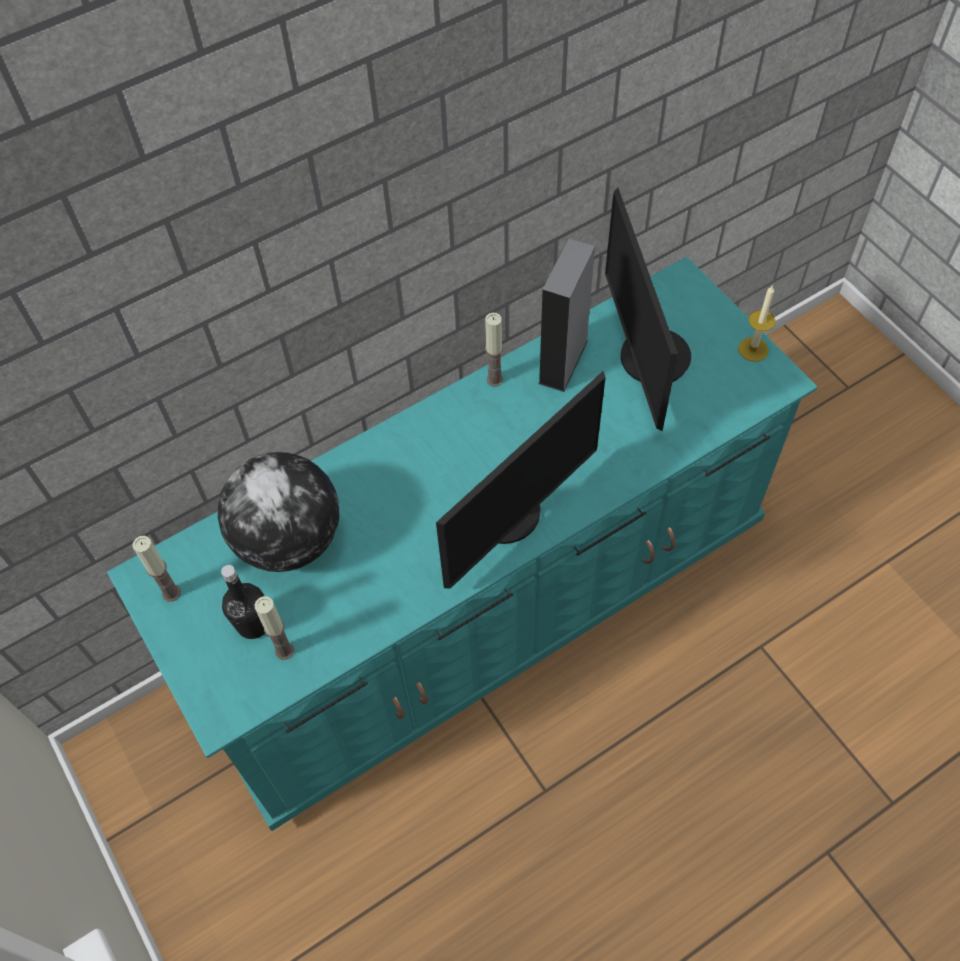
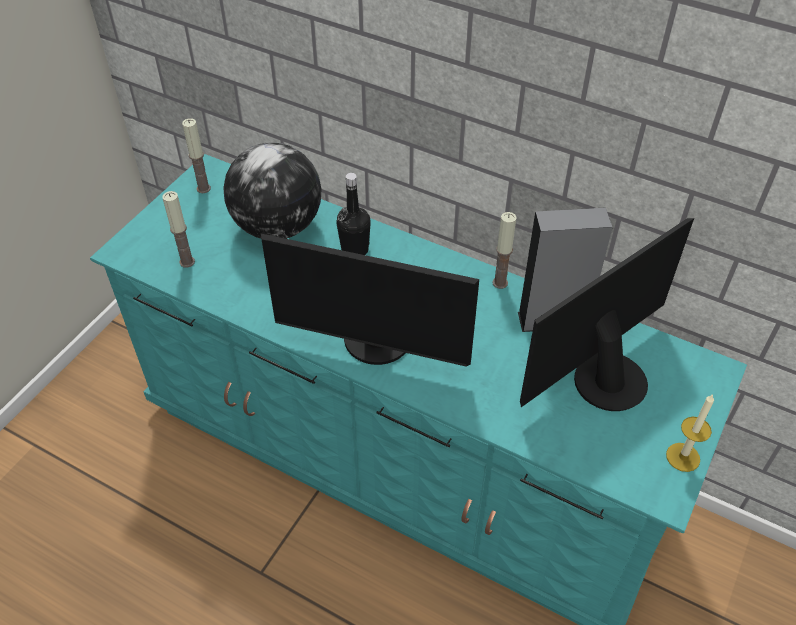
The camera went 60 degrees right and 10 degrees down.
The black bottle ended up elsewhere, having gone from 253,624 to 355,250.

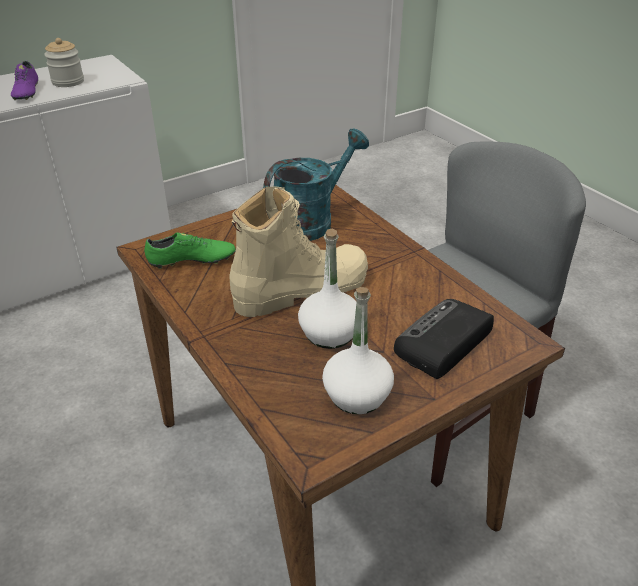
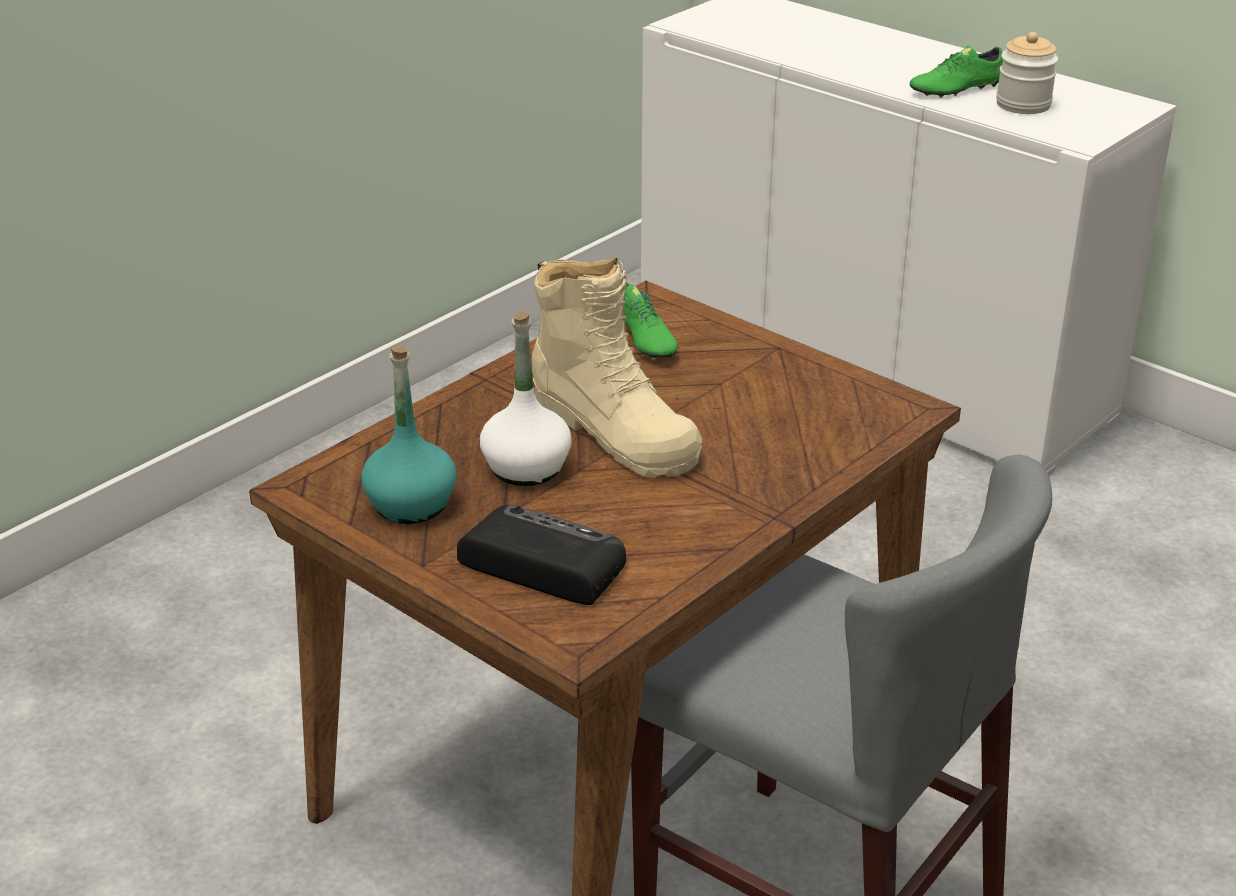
The camera went 75 degrees right and 5 degrees down.
What was the purple shoe at 26,92 turned into the green shoe at 955,89.
The second view lost the turquoise watering can at 311,221.
What was the white bottle at 356,395 turned into the turquoise bottle at 411,504.

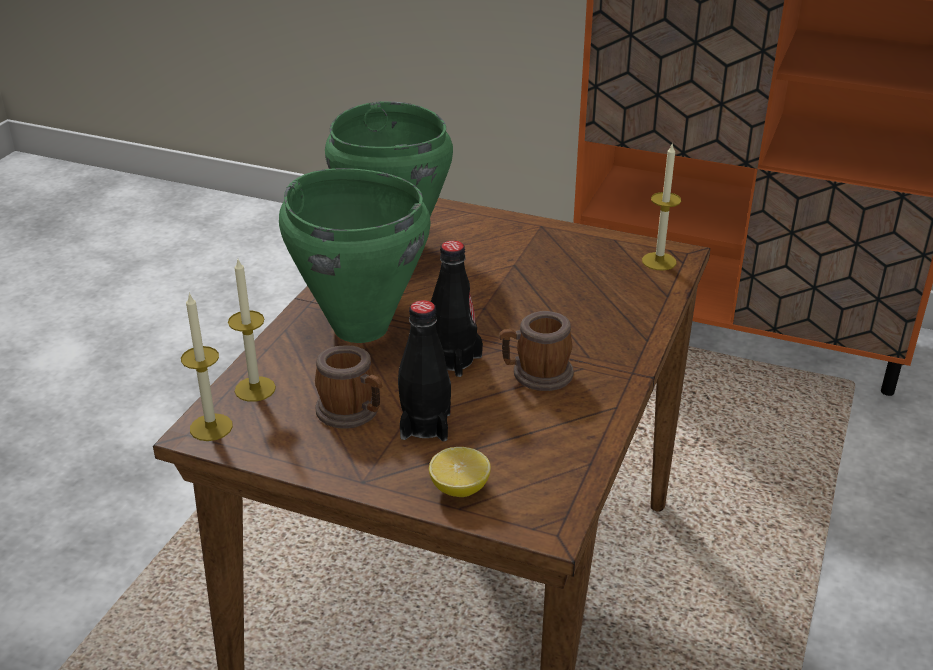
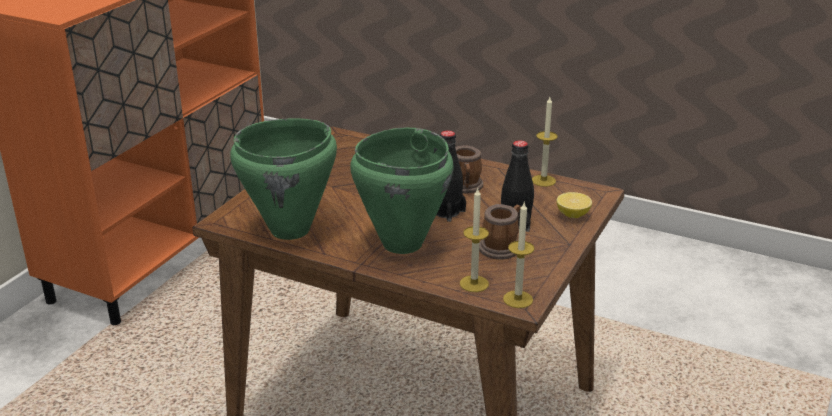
The camera went 85 degrees left and 5 degrees down.
The candle ended up elsewhere, having gone from 659,261 to 543,180.

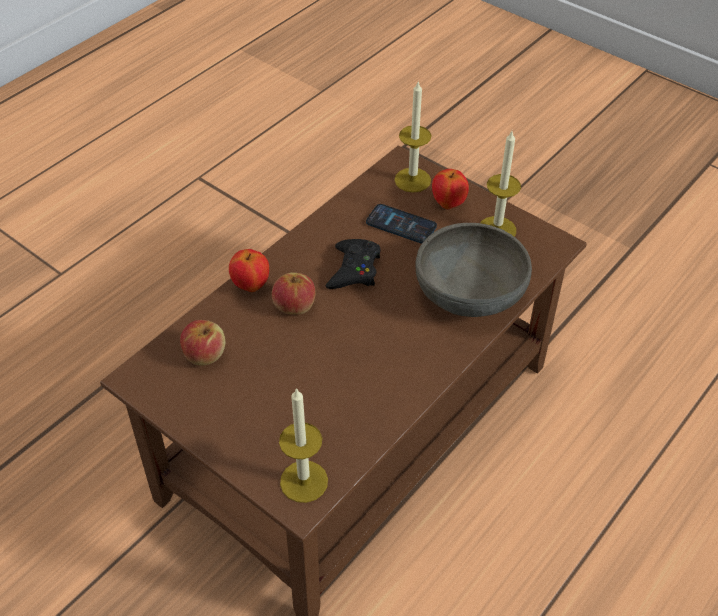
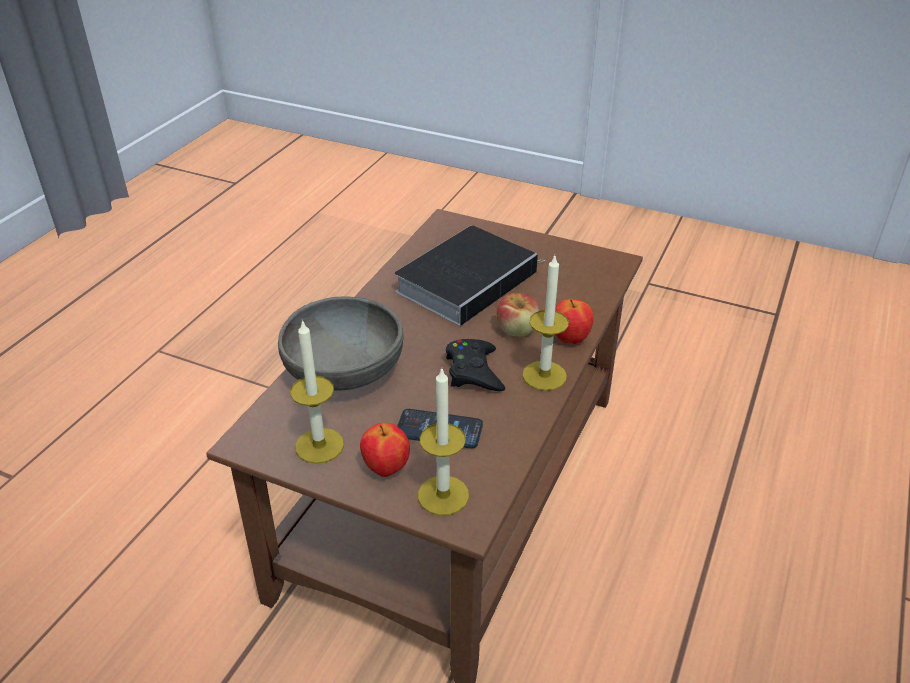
The camera went 165 degrees right and 10 degrees down.
The second view lost the apple at 205,354.
The candle ended up elsewhere, having gone from 304,481 to 544,375.
The second view gained the book at 468,279.

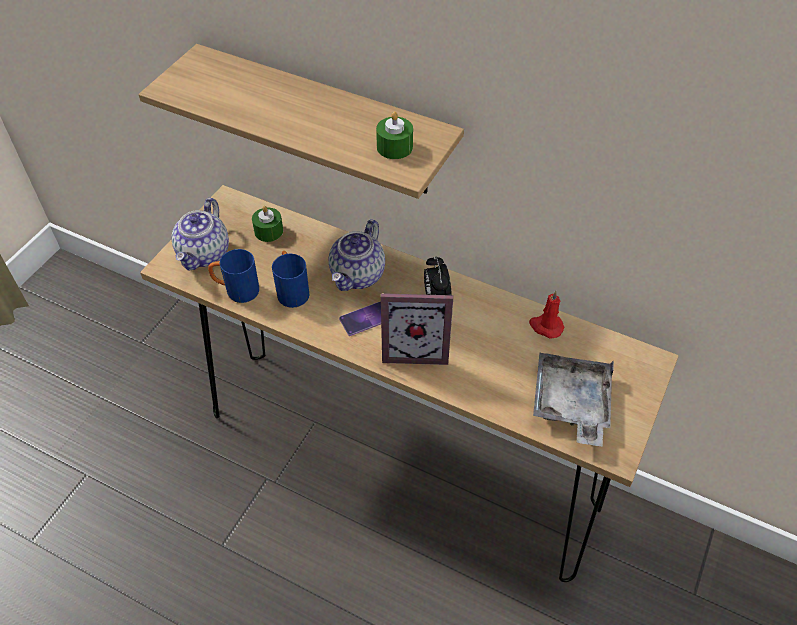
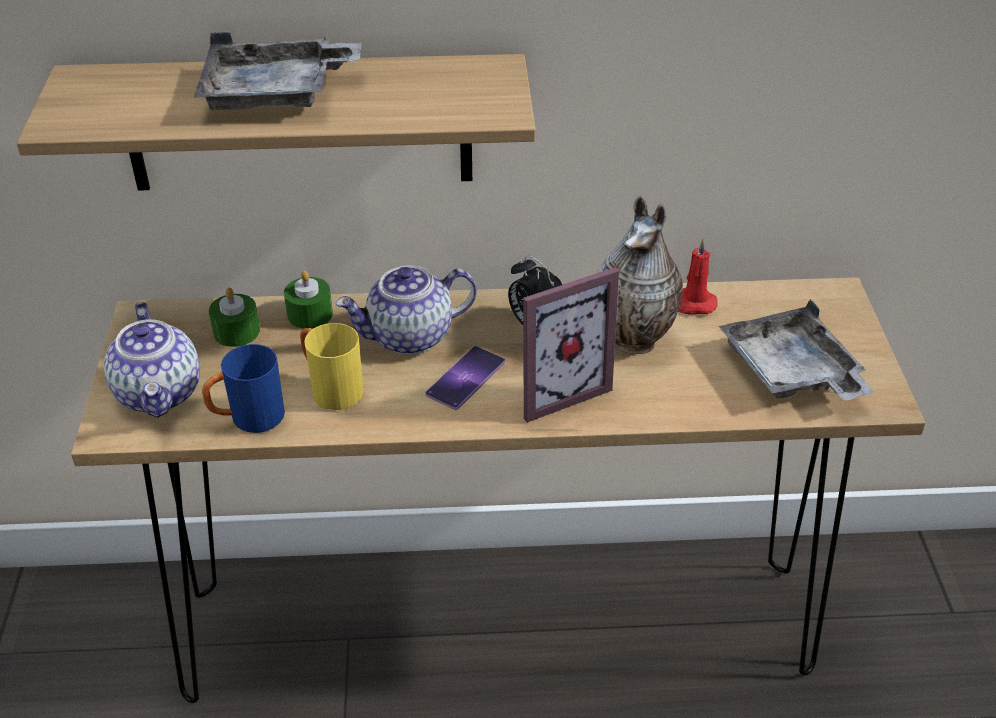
The camera went 30 degrees left and 10 degrees down.
The green candle ended up elsewhere, having gone from 394,147 to 310,314.
The teapot at 358,275 ended up facing another way, 75 degrees clockwise from before.
What was the blue mug at 291,290 turned into the yellow mug at 330,388.
The second view gained the grey tray at 276,94.
The second view gained the vase at 636,341.

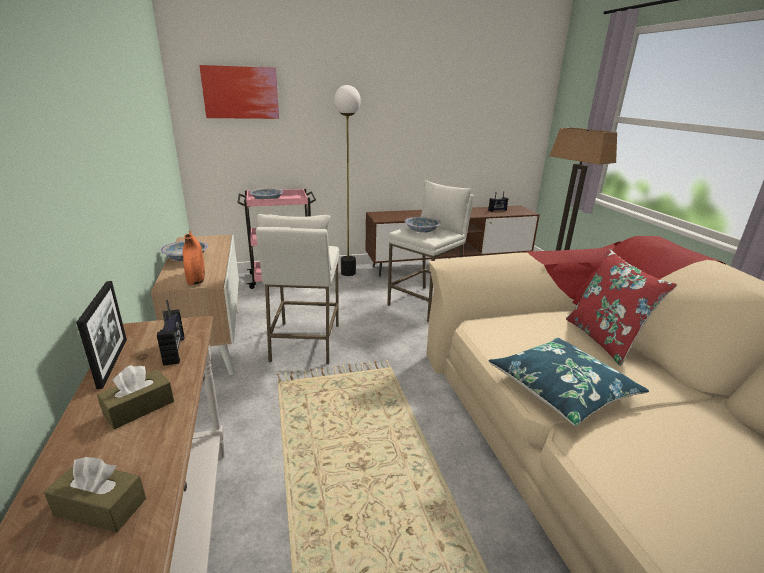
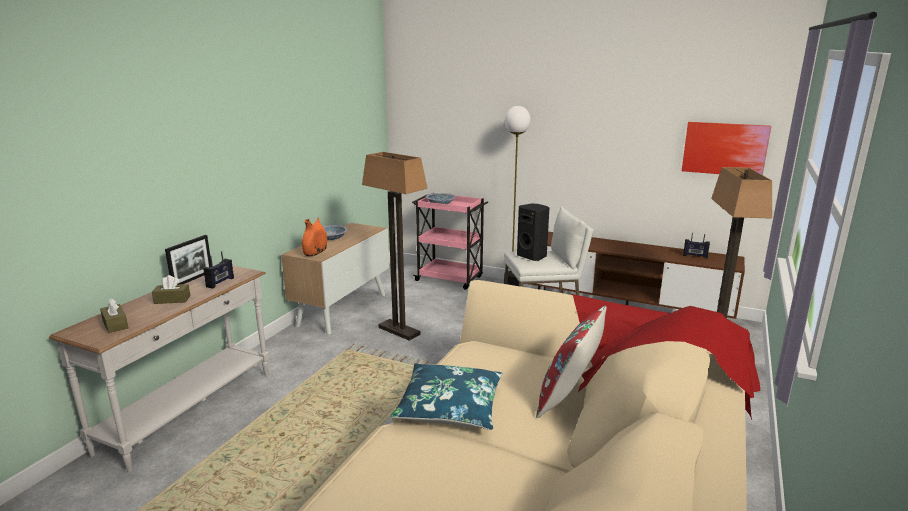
The camera went 40 degrees right and 5 degrees down.
The picture ended up elsewhere, having gone from 241,92 to 724,149.
Where the white stool stood at 305,342, the floor lamp came to stand at 398,331.
Where the bowl stood at 422,231, the black speaker came to stand at 532,256.

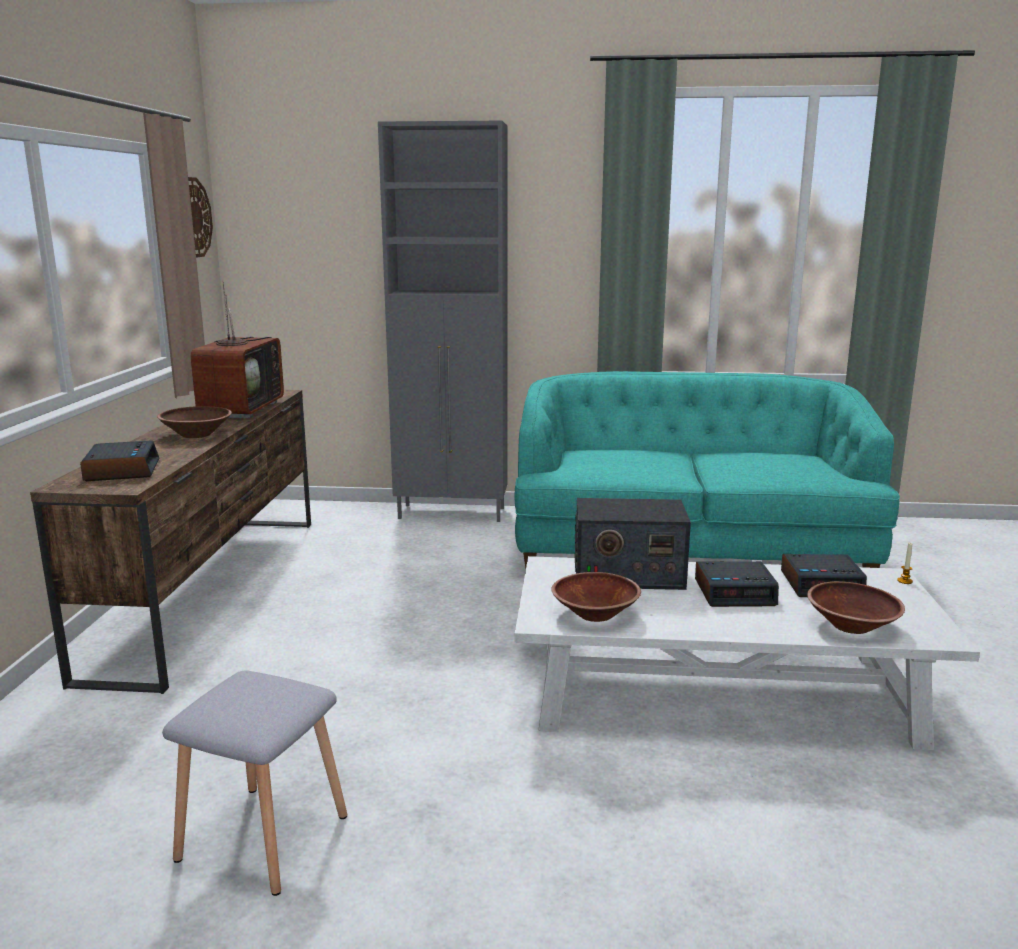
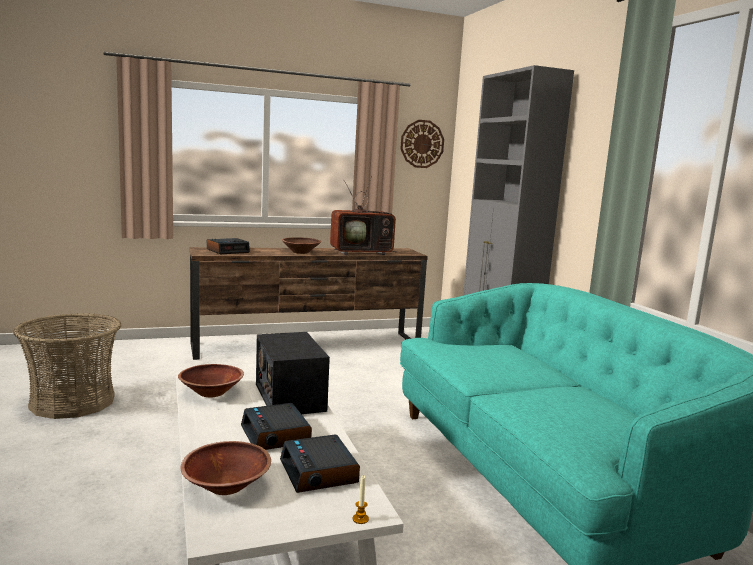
The camera went 65 degrees right and 5 degrees down.
Where the grey stool stood at 263,835, the basket came to stand at 73,402.

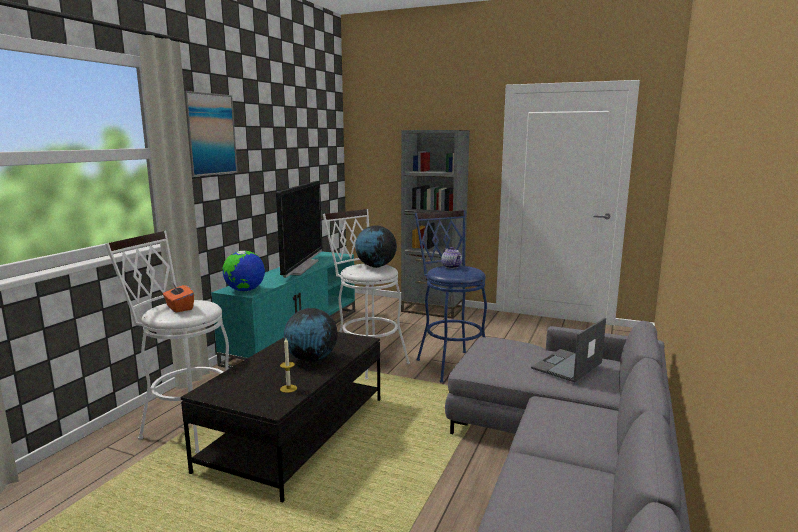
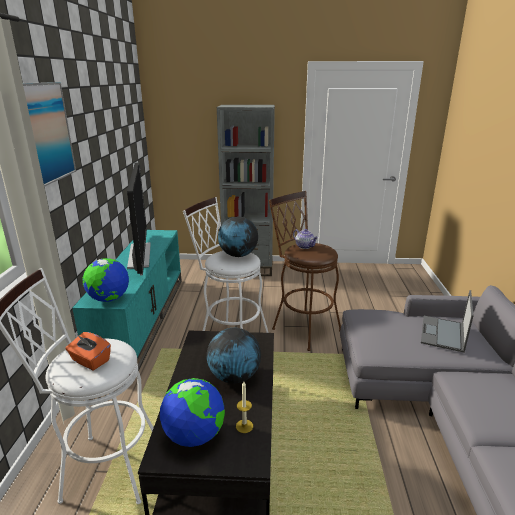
The camera went 20 degrees left and 10 degrees up.
What was the blue stool at 450,363 turned into the brown stool at 302,327.
The second view gained the globe at 194,435.

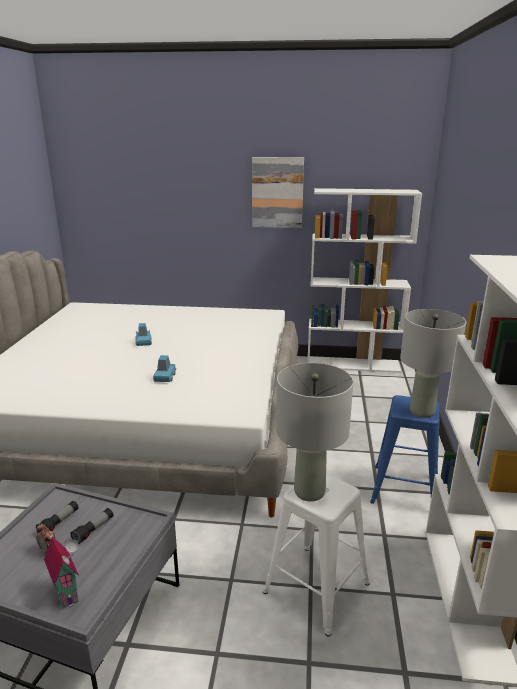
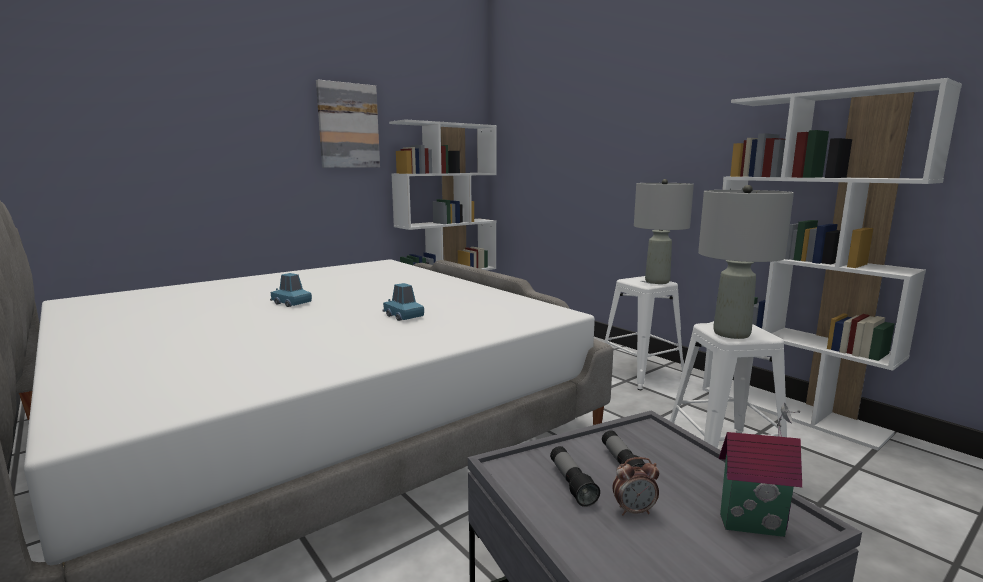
The camera went 45 degrees left and 10 degrees down.
What was the blue stool at 403,488 turned into the white stool at 639,373.

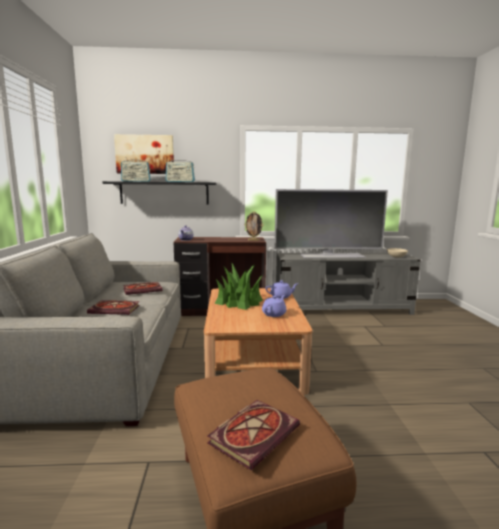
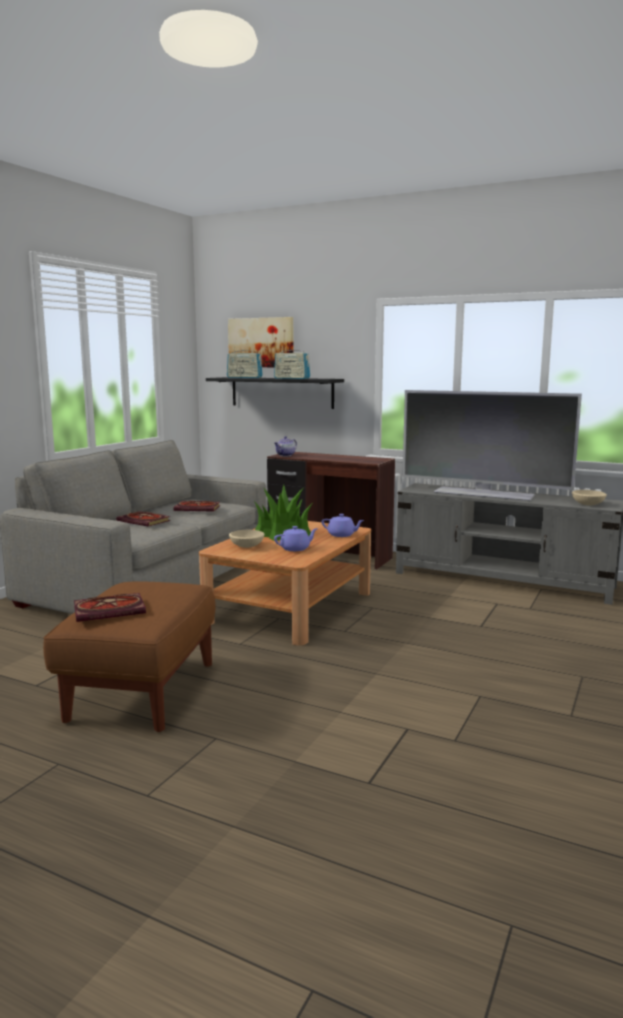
The camera went 30 degrees right and 0 degrees up.
The second view lost the picture frame at 253,240.
The second view gained the beige bowl at 246,546.

